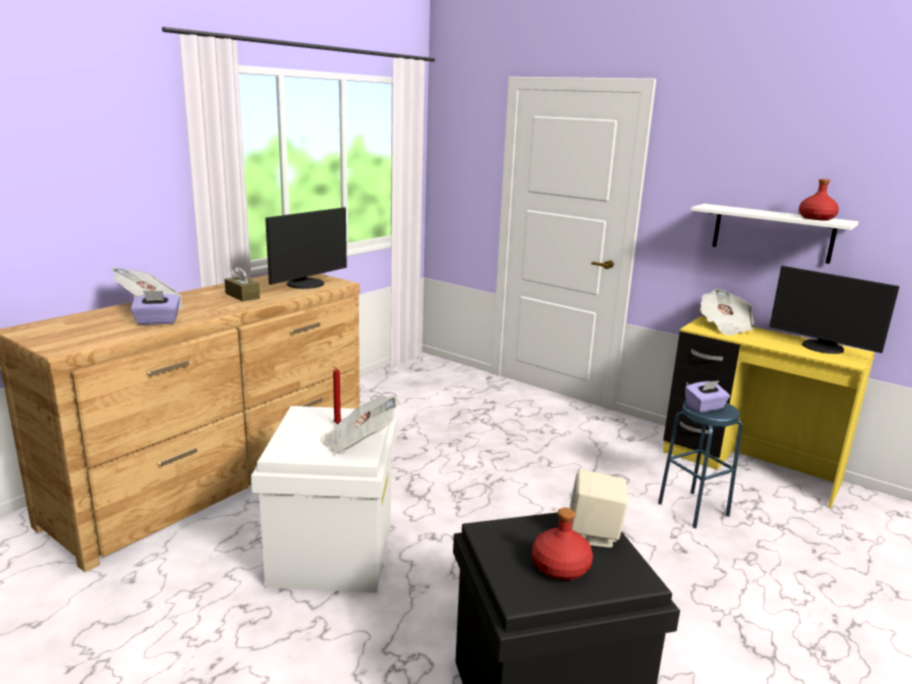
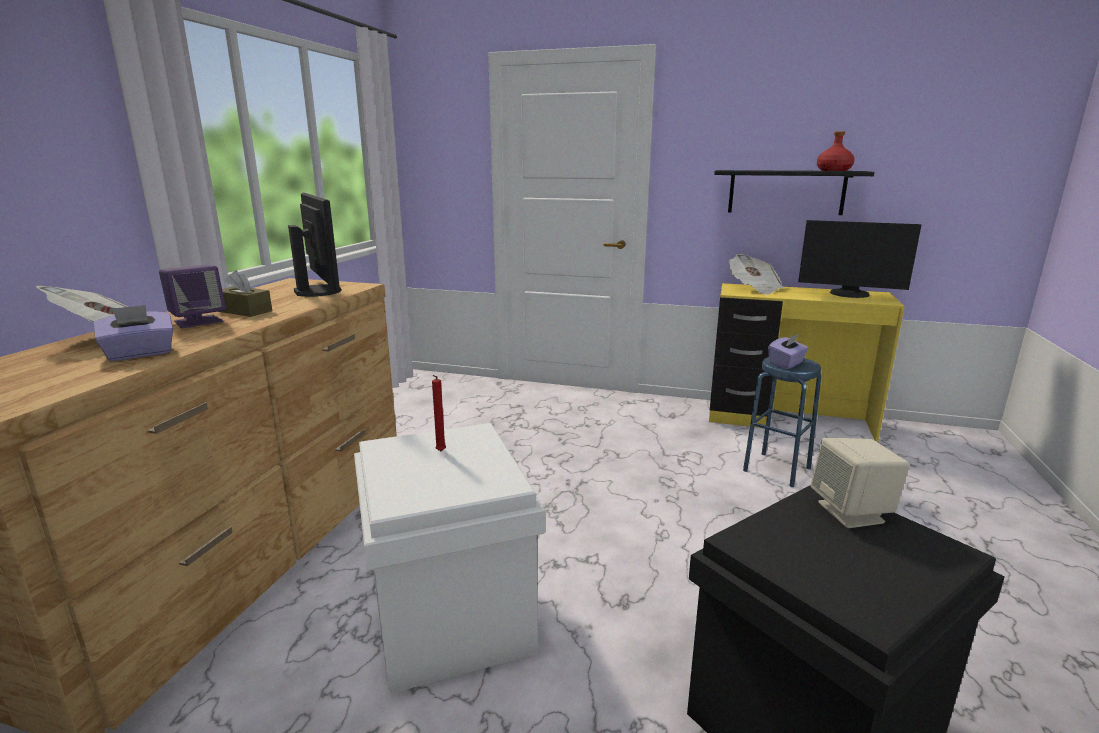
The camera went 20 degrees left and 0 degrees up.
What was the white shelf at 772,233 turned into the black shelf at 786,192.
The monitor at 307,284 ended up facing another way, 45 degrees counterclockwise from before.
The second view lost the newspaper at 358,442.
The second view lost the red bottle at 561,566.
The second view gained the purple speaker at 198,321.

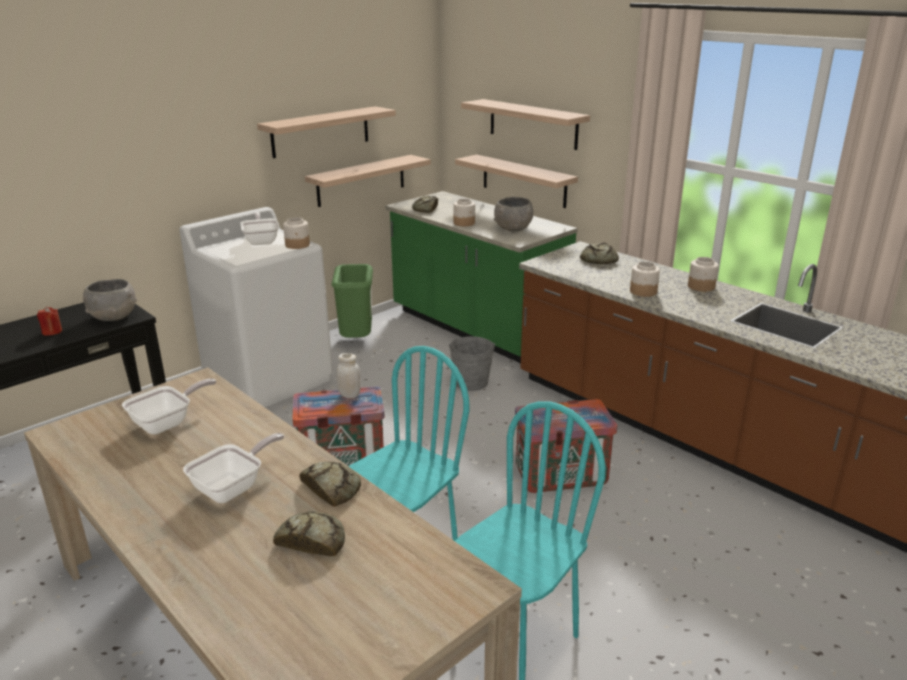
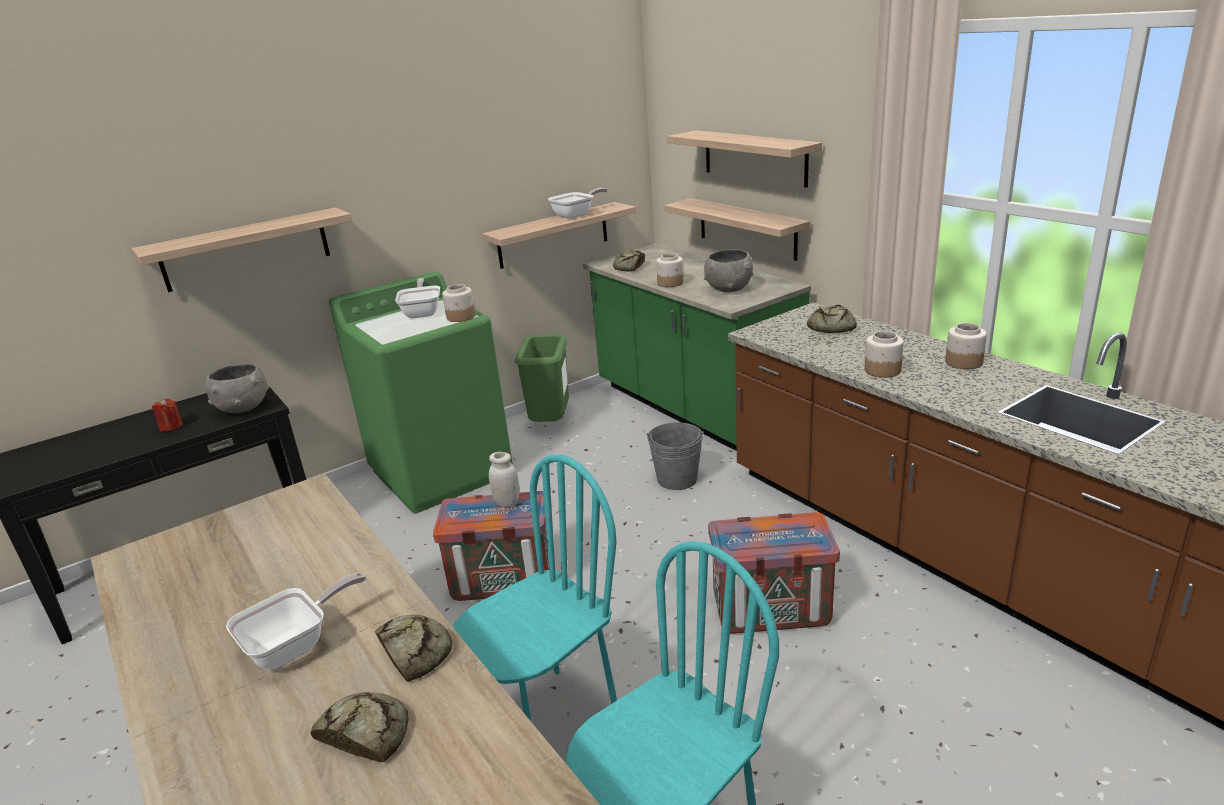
The camera went 10 degrees right and 0 degrees up.
The shelf ended up elsewhere, having gone from 320,132 to 246,249.
What was the white washing machine at 269,378 turned into the green washing machine at 442,472.
The frying pan ended up elsewhere, having gone from 167,423 to 576,215.

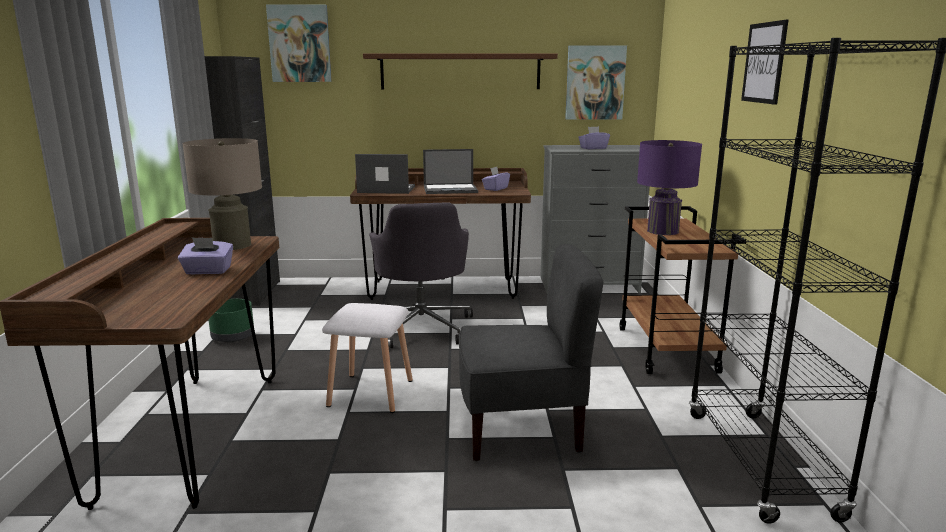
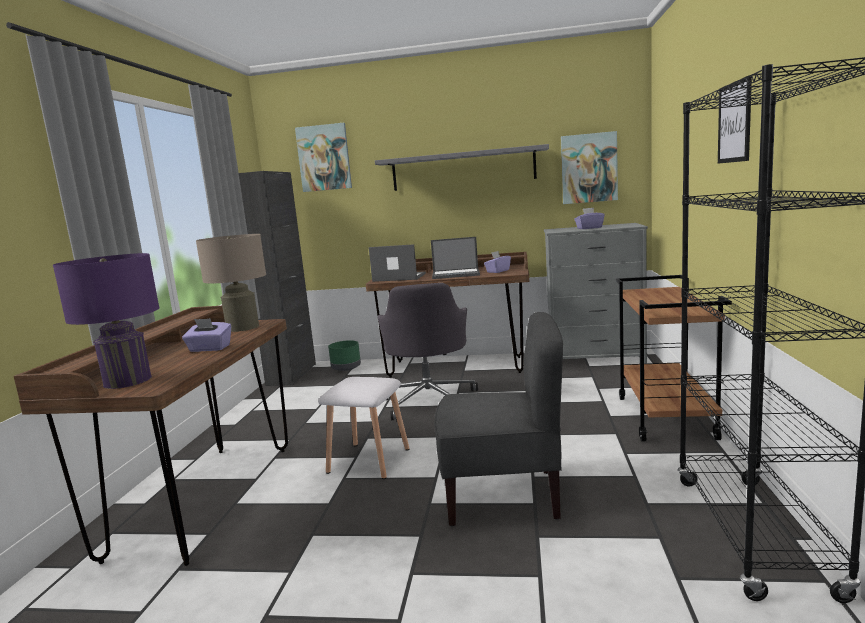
The camera went 10 degrees right and 5 degrees down.
What was the brown shelf at 460,71 turned into the grey shelf at 463,169.
The purple table lamp ended up elsewhere, having gone from 662,231 to 127,381.
The green planter ended up elsewhere, having gone from 233,337 to 346,367.

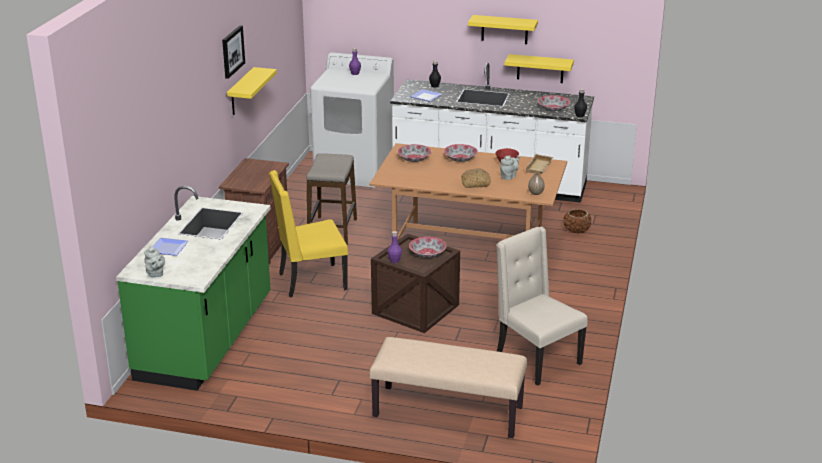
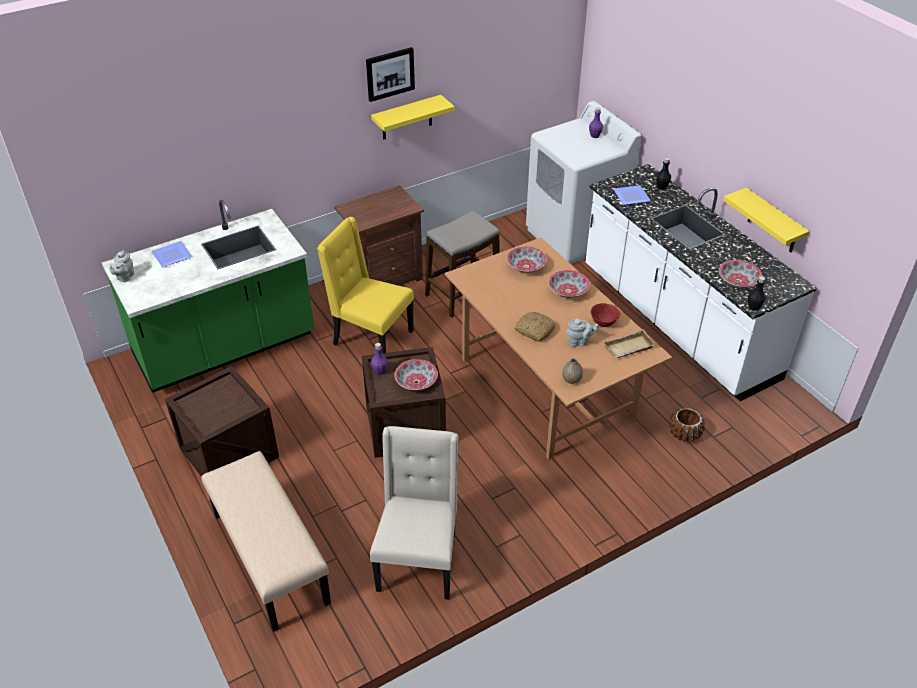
The camera went 45 degrees right and 15 degrees up.
The second view lost the yellow shelf at 504,29.
The second view gained the crate at 229,452.

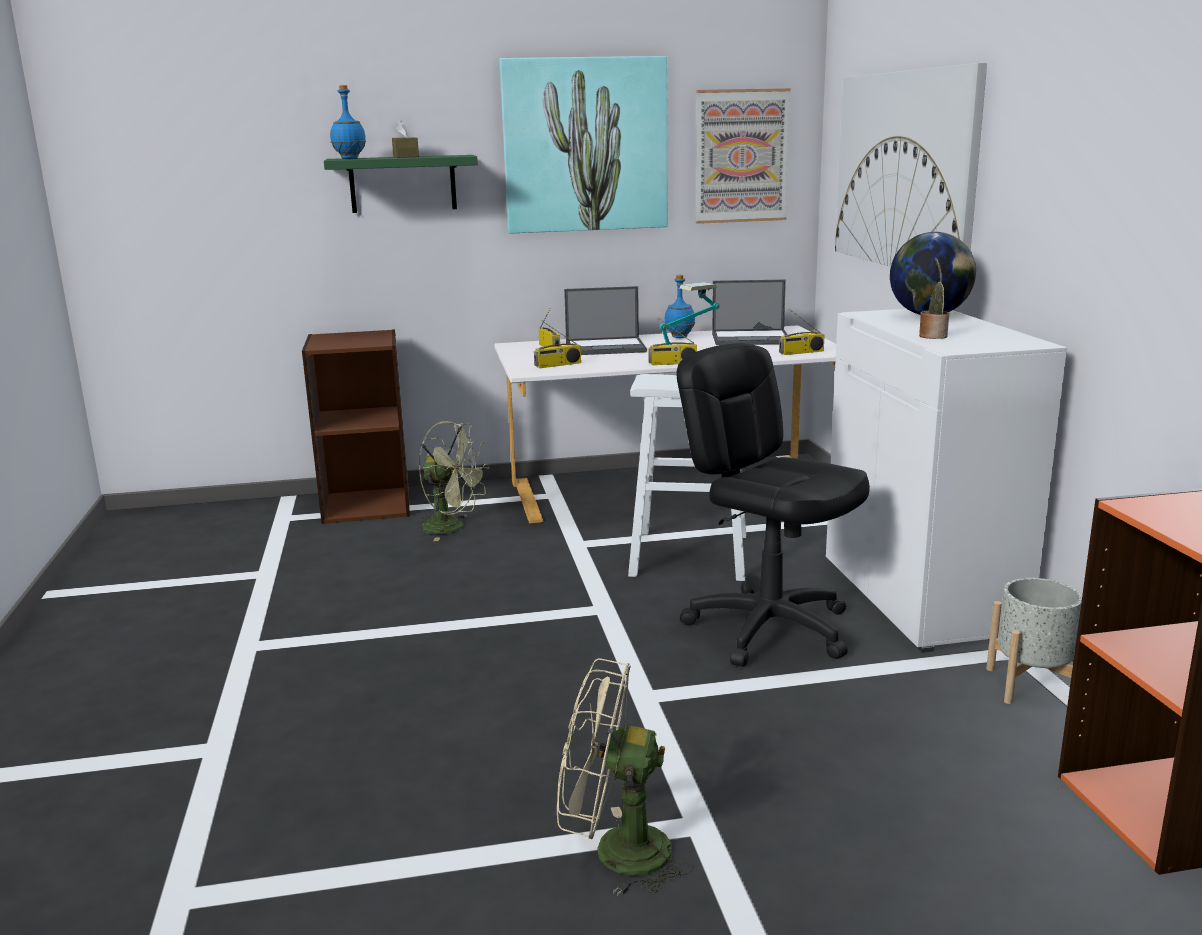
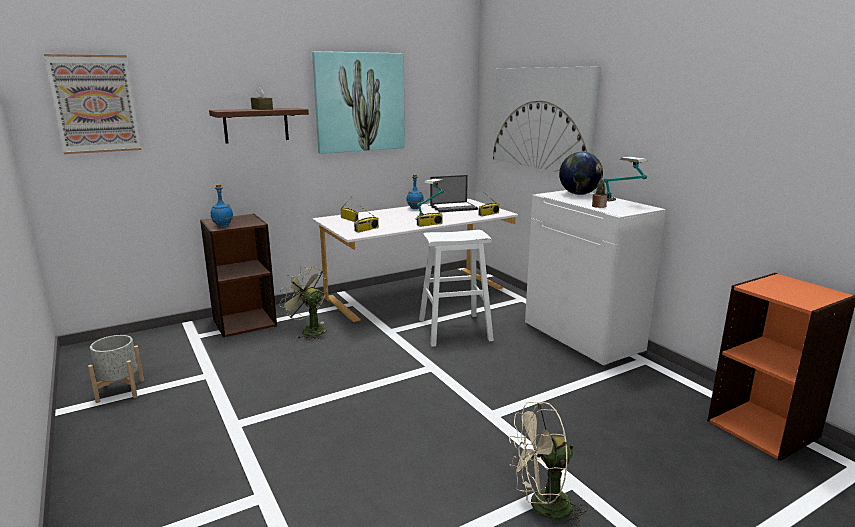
The camera went 20 degrees left and 0 degrees up.
The blue bottle ended up elsewhere, having gone from 350,158 to 223,226.
The picture ended up elsewhere, having gone from 741,156 to 95,104.
What was the green shelf at 403,184 turned into the brown shelf at 256,125.
The second view lost the laptop at 606,347.
The second view lost the black office chair at 769,628.
The green fan at 452,528 ended up facing another way, 150 degrees counterclockwise from before.
The grey planter ended up elsewhere, having gone from 1032,686 to 121,390.
The second view gained the table lamp at 622,203.

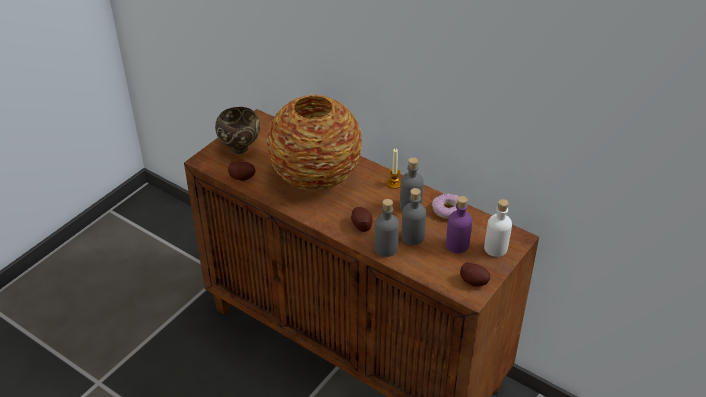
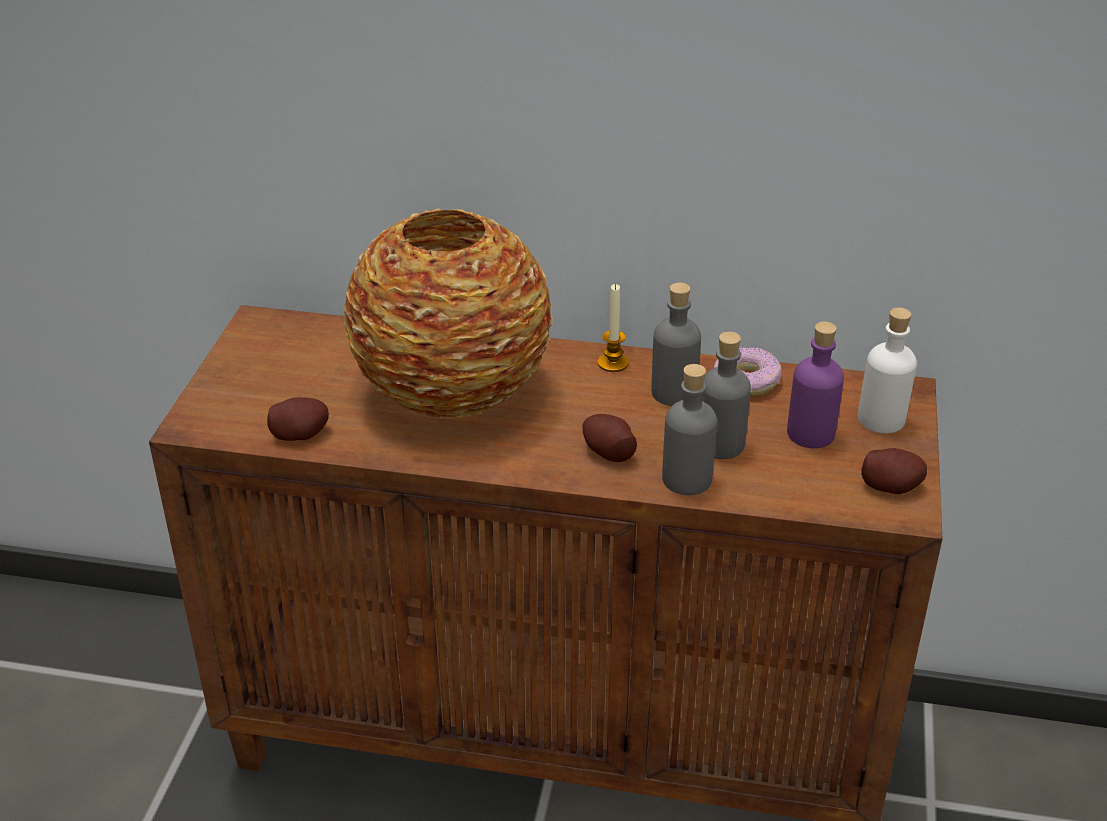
The camera went 25 degrees left and 5 degrees down.
The second view lost the brown bowl at 240,148.

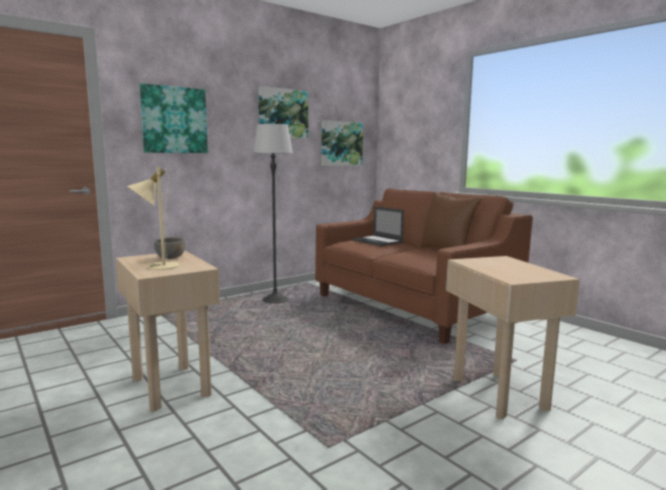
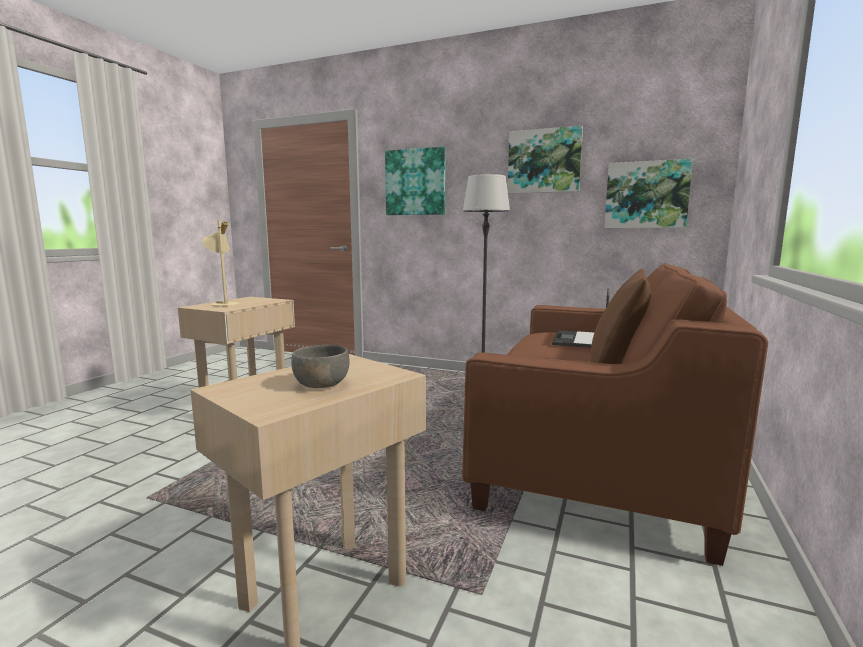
The camera went 60 degrees right and 0 degrees up.
The grey bowl ended up elsewhere, having gone from 170,257 to 321,384.

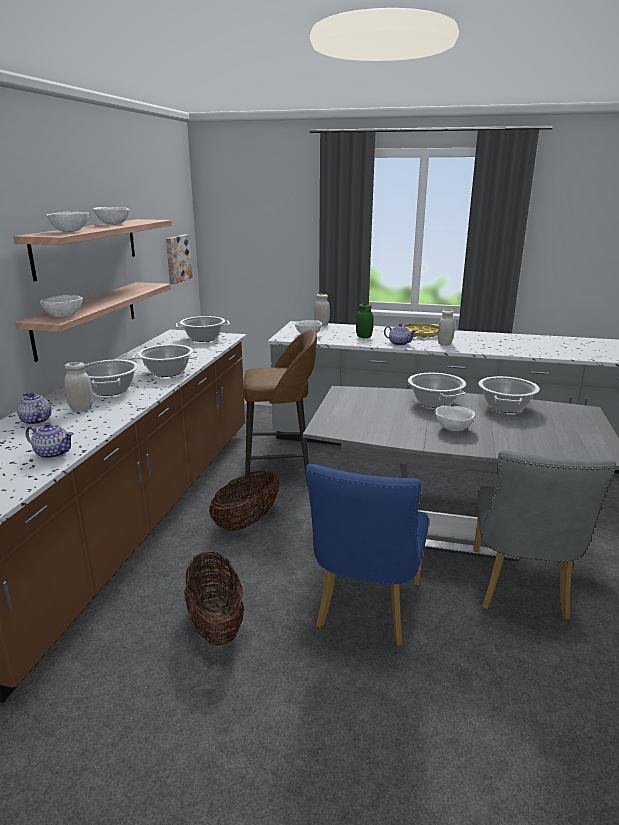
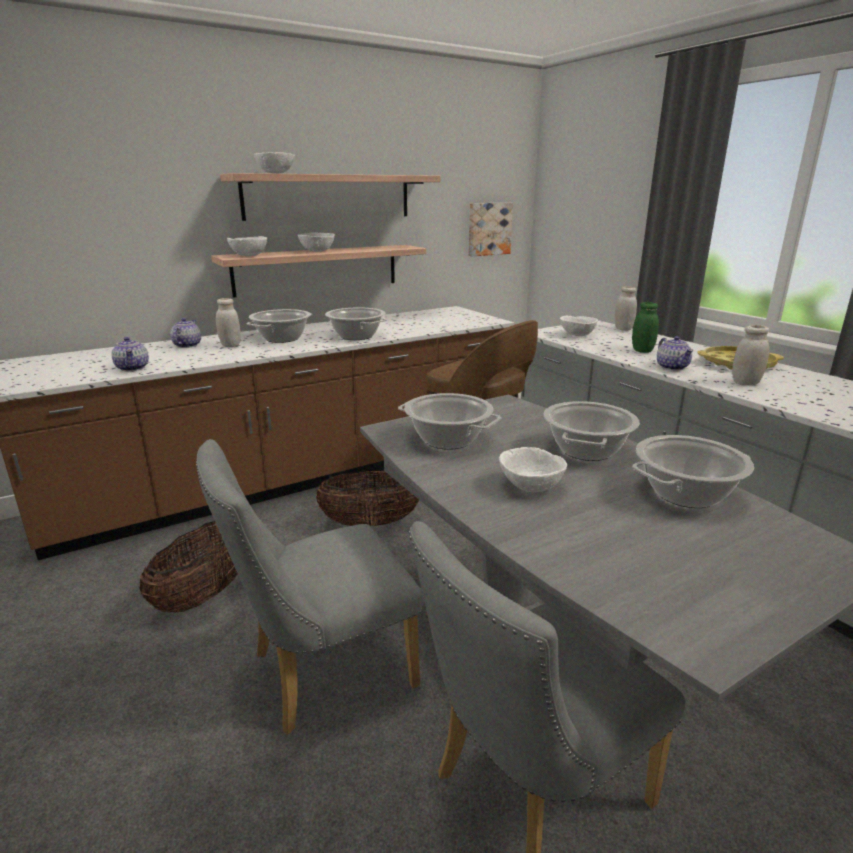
The camera went 45 degrees right and 0 degrees up.
The white bowl ended up elsewhere, having gone from 113,224 to 317,251.
The cooking pot ended up elsewhere, having gone from 203,338 to 447,440.
What was the blue chair at 366,610 turned into the grey chair at 321,673.

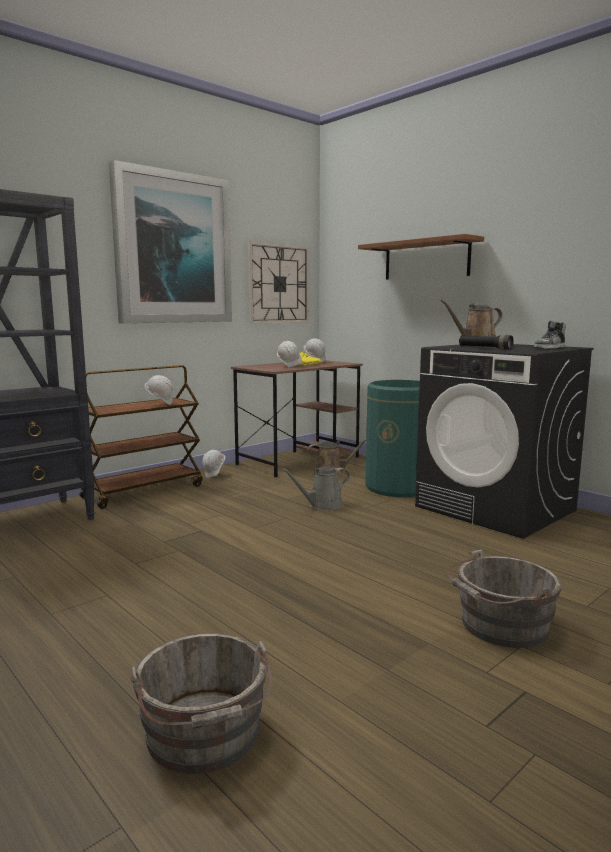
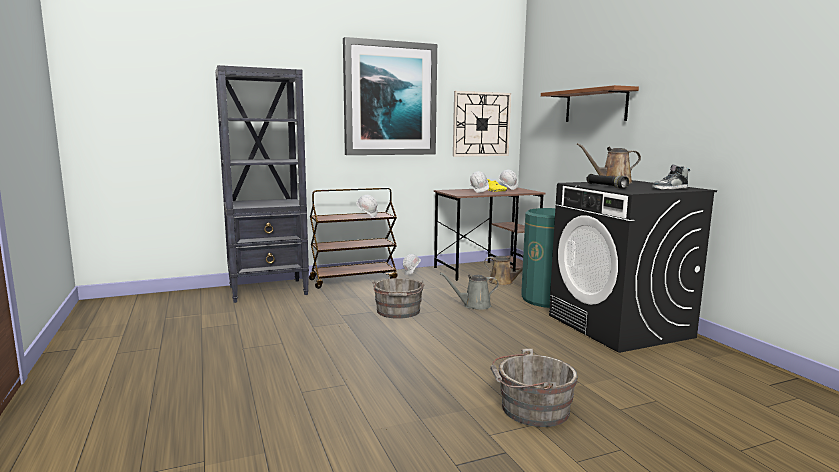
The camera went 20 degrees right and 0 degrees up.
The grey bucket ended up elsewhere, having gone from 205,736 to 398,312.

